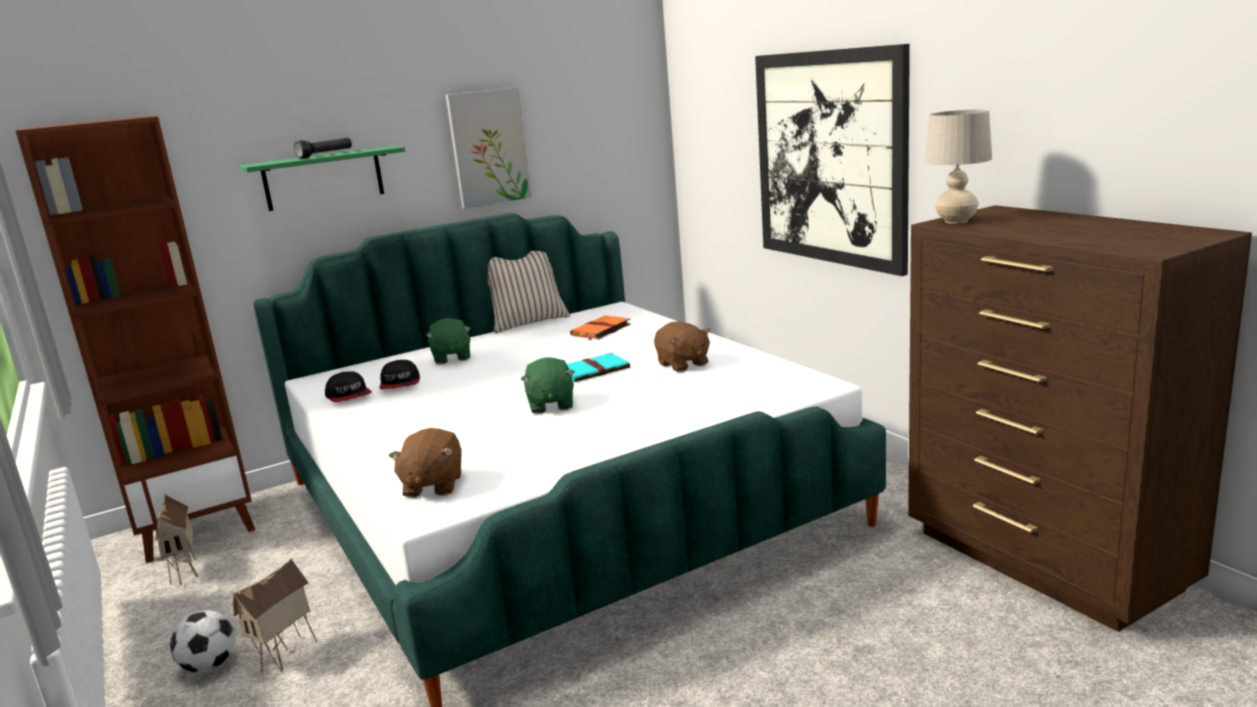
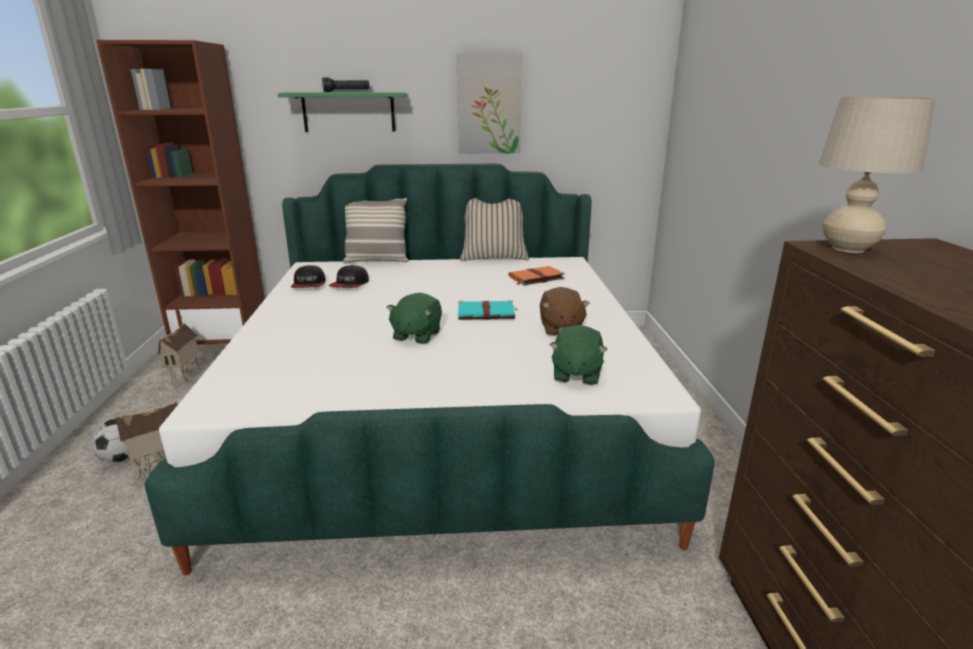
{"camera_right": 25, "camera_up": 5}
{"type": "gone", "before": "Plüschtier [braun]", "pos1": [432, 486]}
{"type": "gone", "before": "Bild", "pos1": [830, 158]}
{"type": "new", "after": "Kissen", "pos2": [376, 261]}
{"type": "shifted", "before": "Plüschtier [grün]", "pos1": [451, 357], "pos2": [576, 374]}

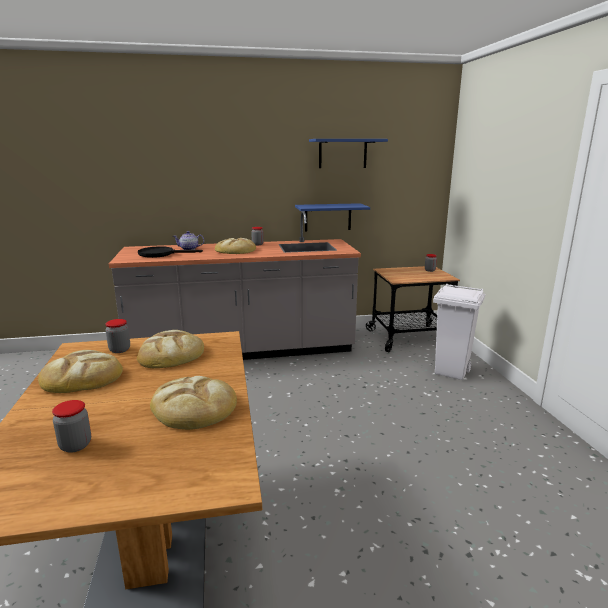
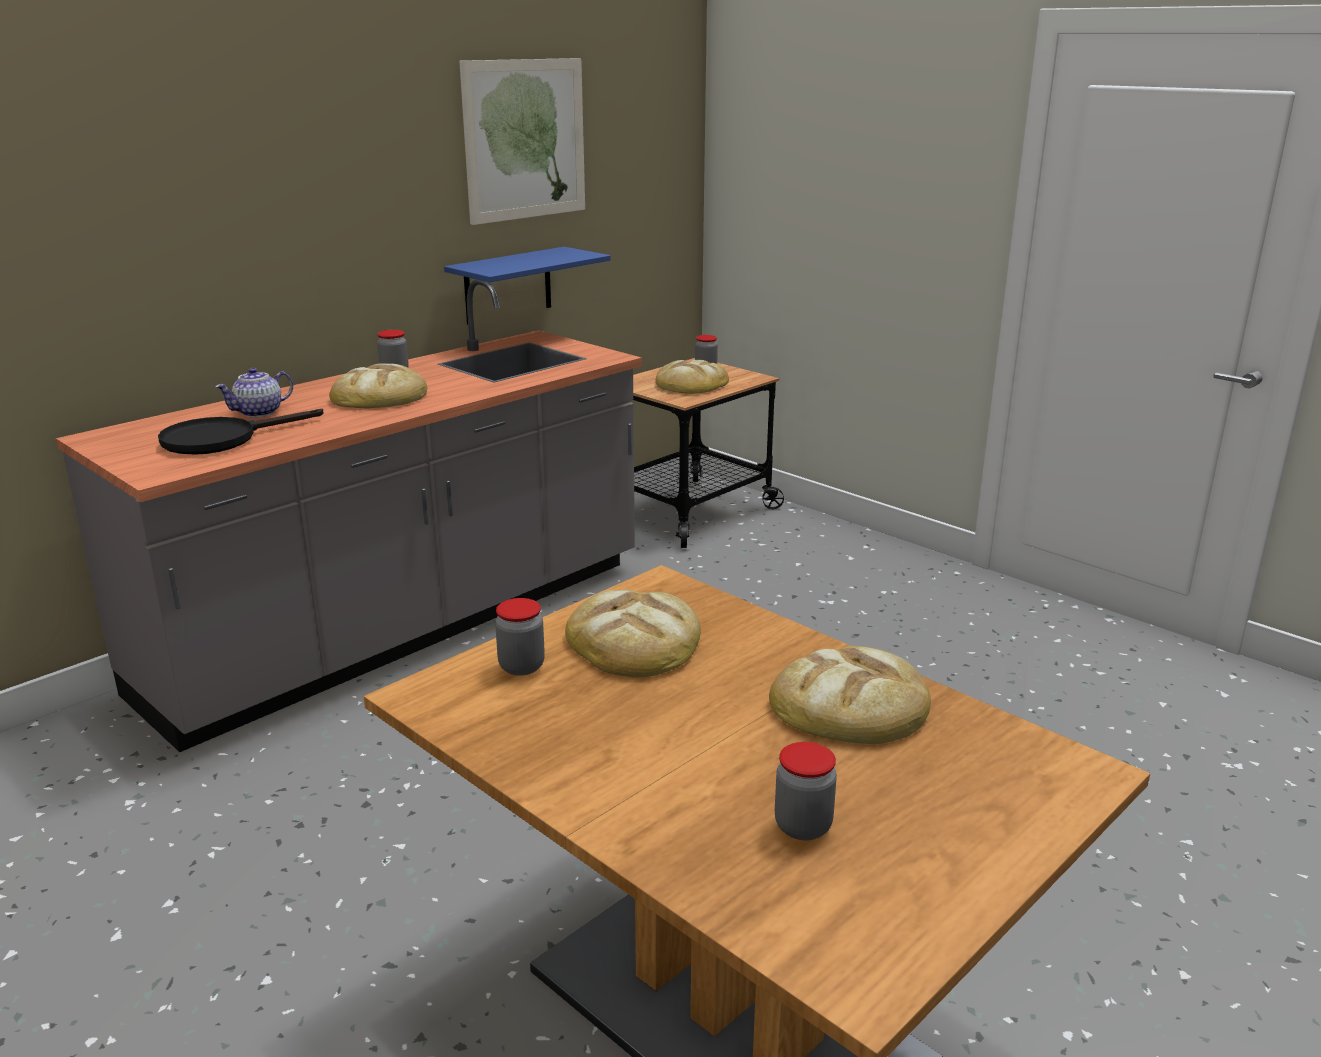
{"camera_right": -35, "camera_up": 5}
{"type": "gone", "before": "Mülleimer [weiß]", "pos1": [451, 372]}
{"type": "shifted", "before": "Brot", "pos1": [82, 377], "pos2": [691, 384]}
{"type": "swapped", "before": "Wandregal [blau]", "after": "Bild", "pos1": [342, 153], "pos2": [525, 140]}

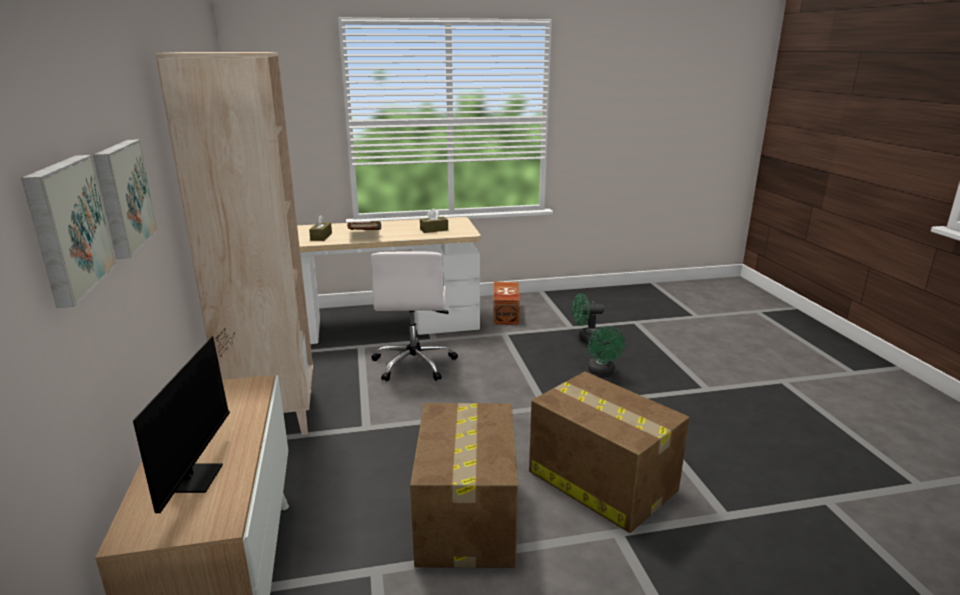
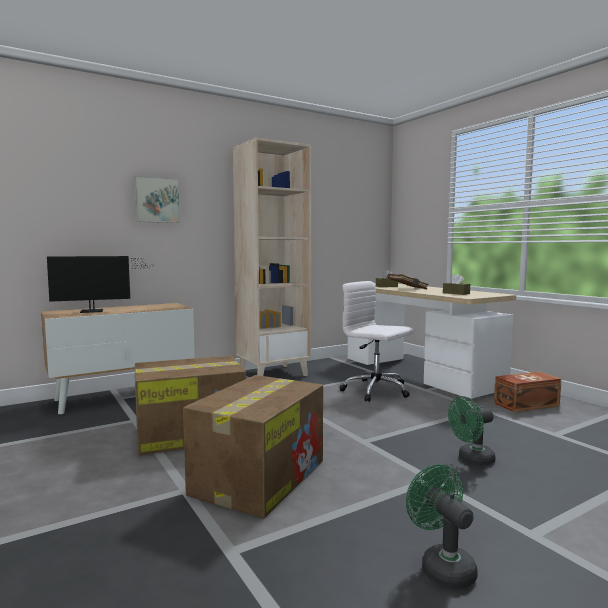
{"camera_right": 70, "camera_up": -15}
{"type": "gone", "before": "Bild", "pos1": [66, 227]}
{"type": "shifted", "before": "Ventilator [grün]", "pos1": [586, 338], "pos2": [442, 566]}
{"type": "rotated", "before": "Bürostuhl [weiß]", "pos1": [414, 364], "pos2": [377, 391], "turn": 60}

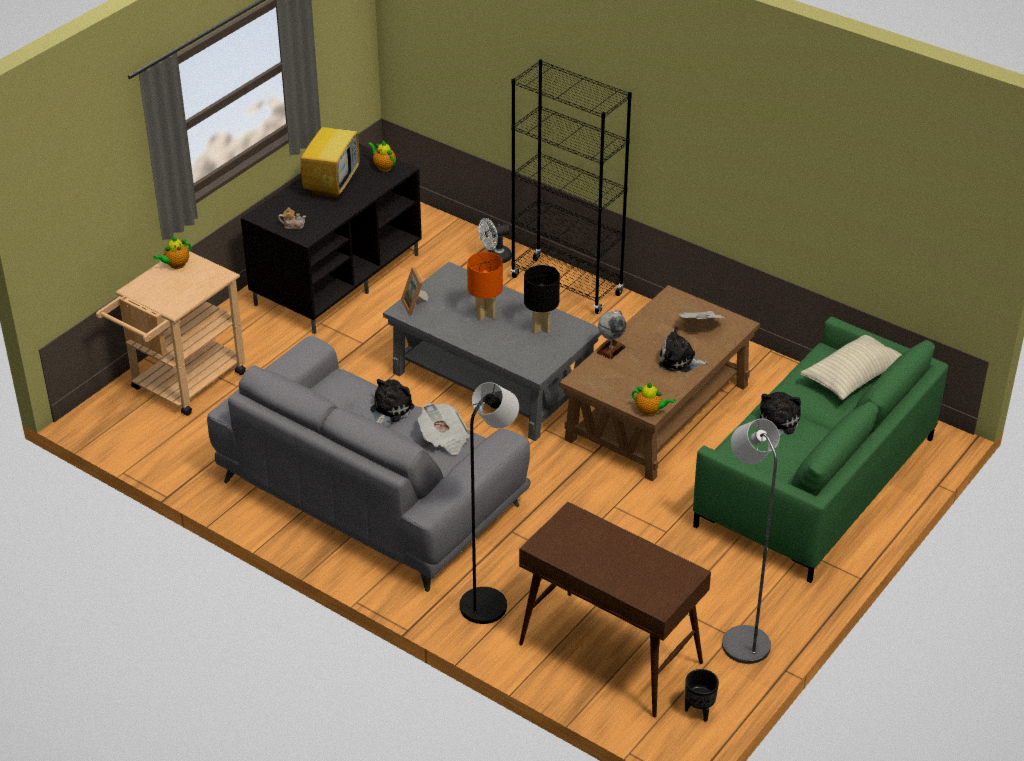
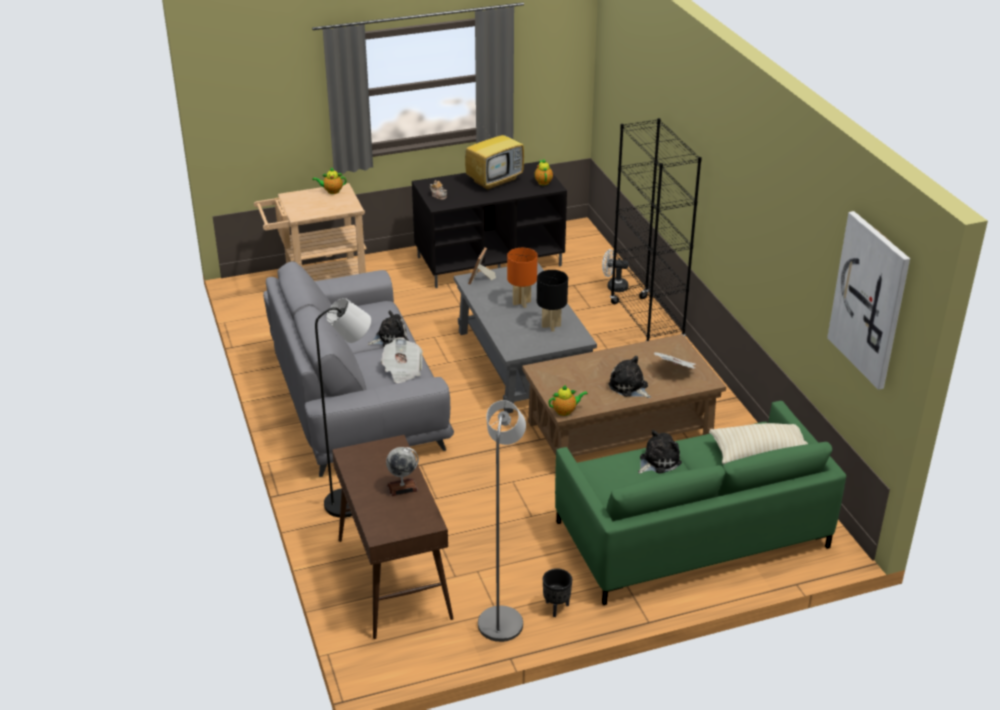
{"camera_right": 35, "camera_up": -5}
{"type": "new", "after": "Bild", "pos2": [869, 299]}
{"type": "shifted", "before": "Globus", "pos1": [611, 349], "pos2": [402, 487]}
{"type": "shifted", "before": "Pflanzkübel [schwarz]", "pos1": [699, 711], "pos2": [556, 608]}
{"type": "rotated", "before": "Teekanne", "pos1": [650, 411], "pos2": [565, 411], "turn": -75}

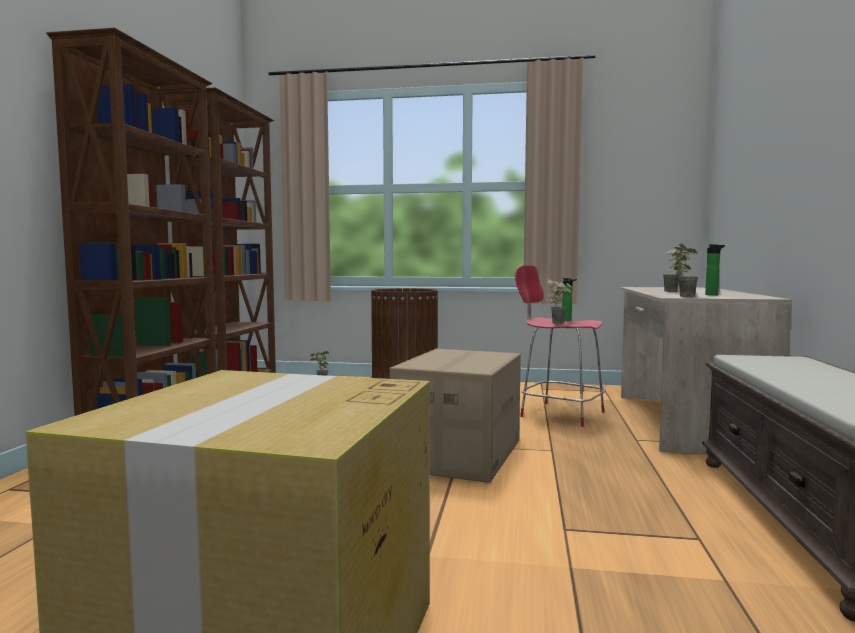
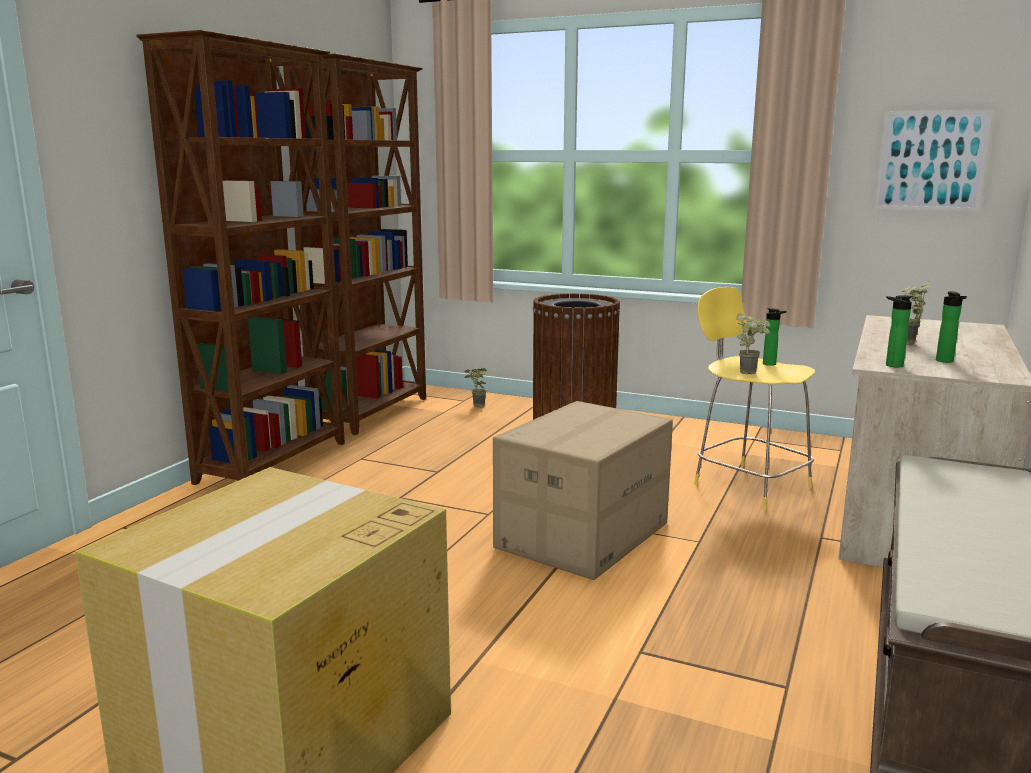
{"camera_right": 15, "camera_up": 10}
{"type": "new", "after": "Bild", "pos2": [931, 161]}
{"type": "swapped", "before": "Topfpflanze", "after": "Flasche", "pos1": [683, 296], "pos2": [891, 365]}
{"type": "repainted", "before": "Hocker [rot]", "after": "Hocker [gelb]", "pos1": [559, 414], "pos2": [748, 484]}

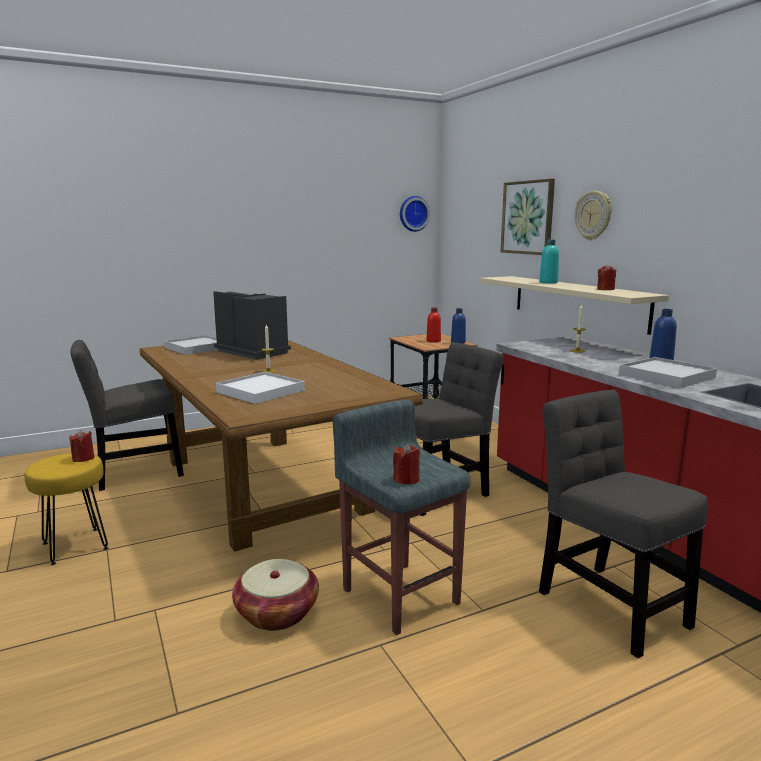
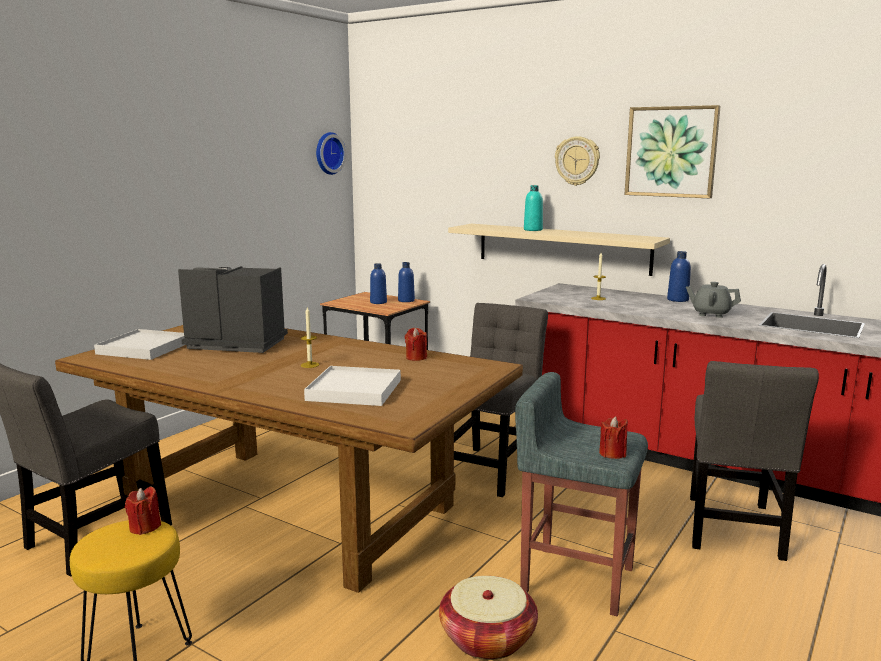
{"camera_right": -30, "camera_up": 0}
{"type": "shifted", "before": "Bild", "pos1": [528, 217], "pos2": [671, 152]}
{"type": "shifted", "before": "Kerze [rot]", "pos1": [605, 289], "pos2": [416, 358]}
{"type": "swapped", "before": "Tablett [weiß]", "after": "Teekanne [grau]", "pos1": [667, 376], "pos2": [711, 314]}
{"type": "repainted", "before": "Flasche [rot]", "after": "Flasche [blau]", "pos1": [433, 341], "pos2": [378, 302]}
{"type": "rotated", "before": "Stuhl [grau]", "pos1": [607, 604], "pos2": [733, 530], "turn": -105}

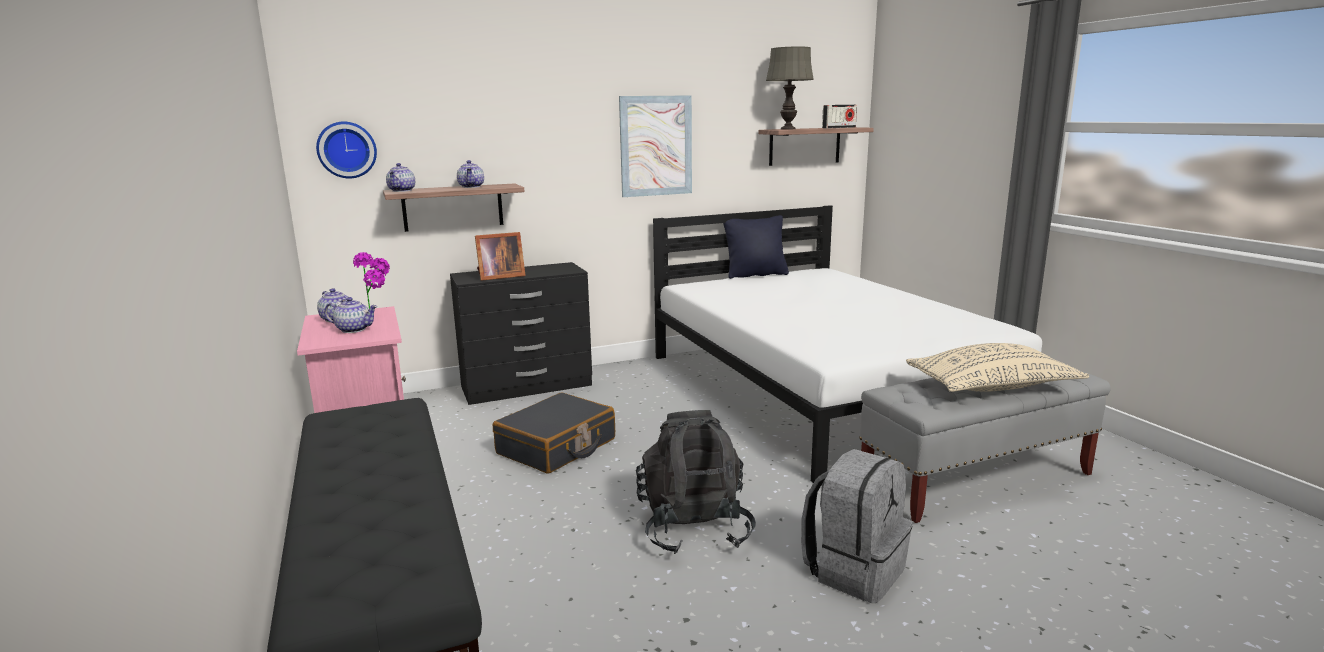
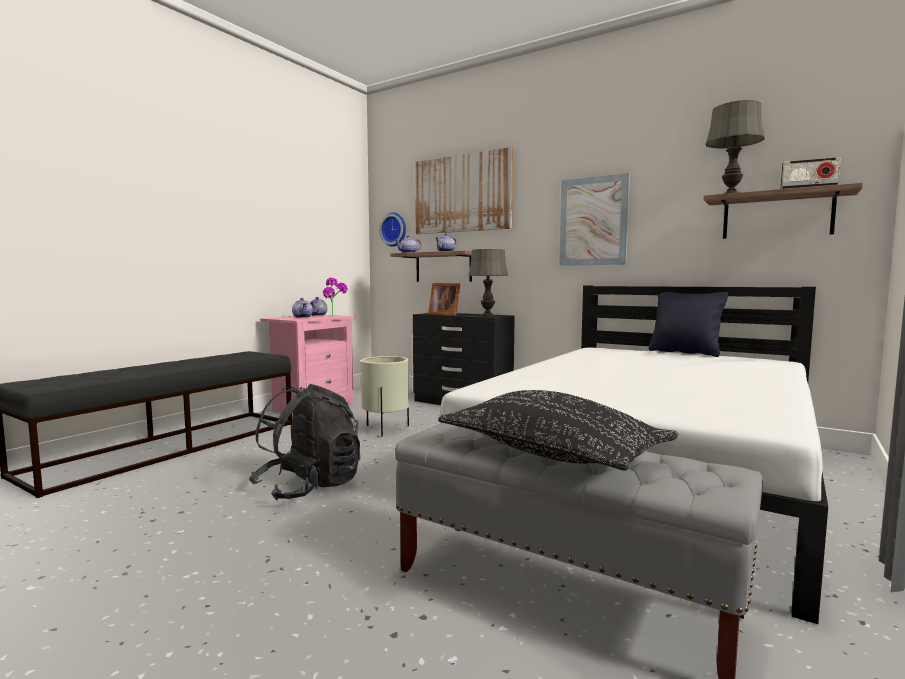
{"camera_right": 55, "camera_up": -10}
{"type": "gone", "before": "Rucksack [grau]", "pos1": [854, 570]}
{"type": "new", "after": "Bild", "pos2": [462, 193]}
{"type": "new", "after": "Tischlampe [grau]", "pos2": [487, 315]}
{"type": "swapped", "before": "Koffer [schwarz]", "after": "Pflanzkübel [beige]", "pos1": [557, 447], "pos2": [386, 429]}
{"type": "repainted", "before": "Kissen [beige]", "after": "Kissen [schwarz]", "pos1": [992, 387], "pos2": [551, 453]}

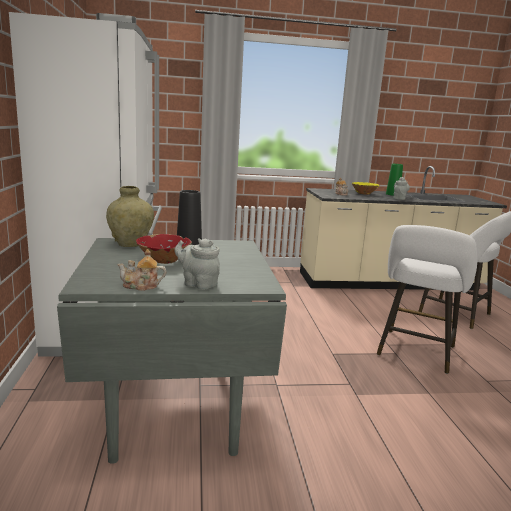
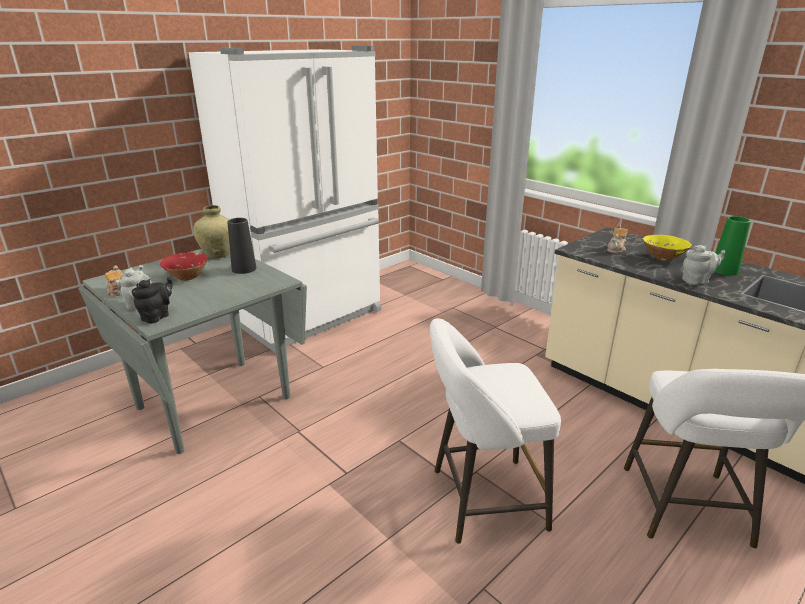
{"camera_right": 55, "camera_up": 10}
{"type": "new", "after": "Teekanne [schwarz]", "pos2": [157, 316]}

